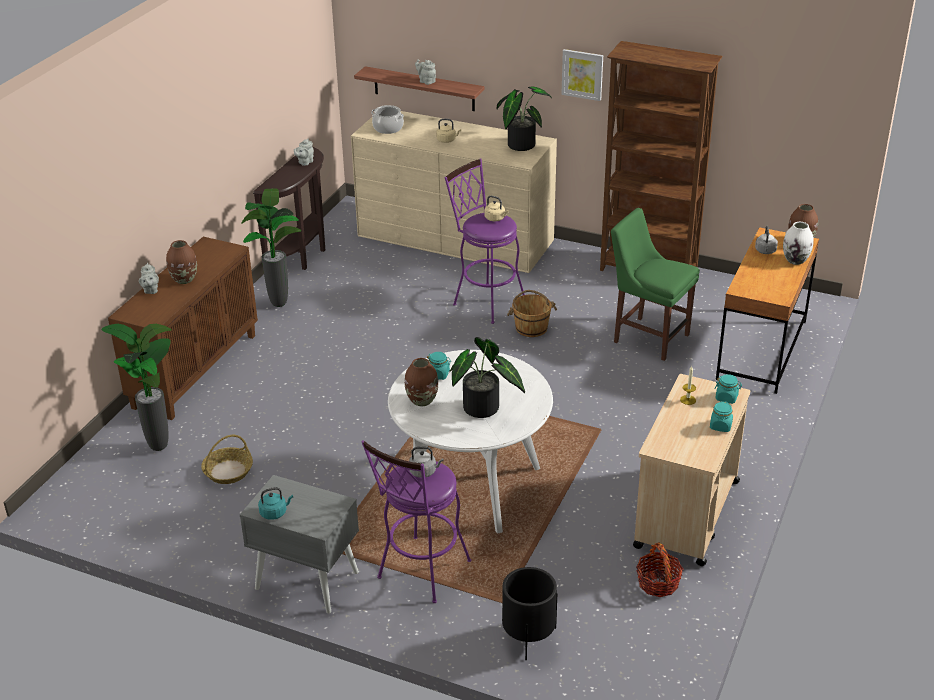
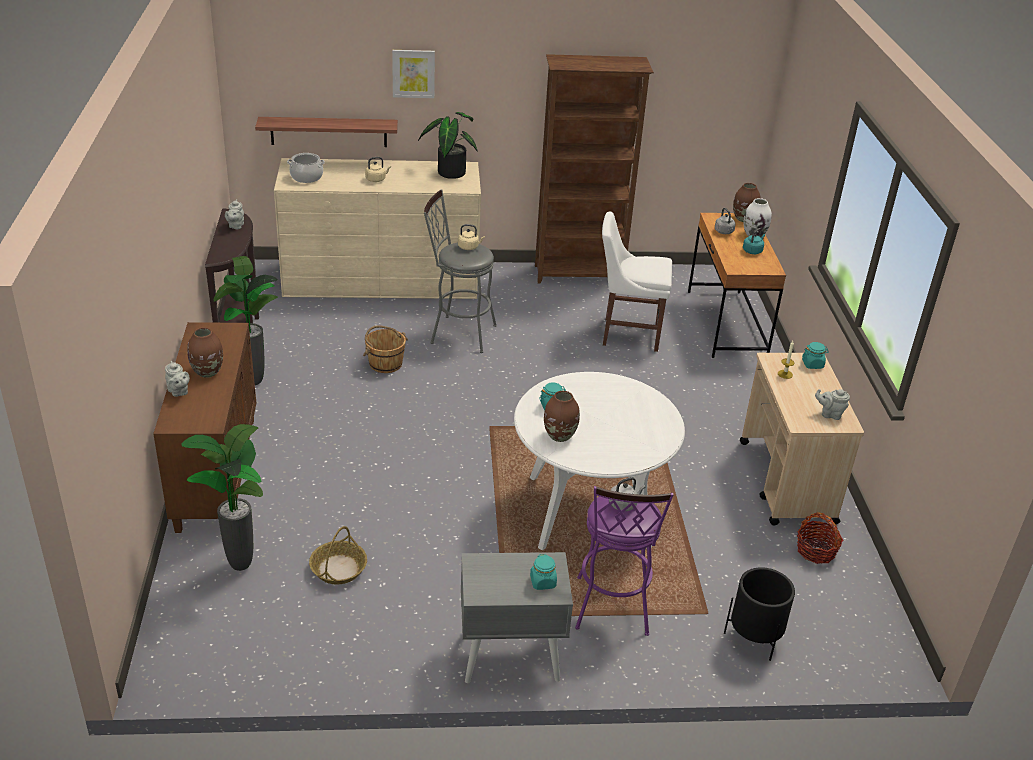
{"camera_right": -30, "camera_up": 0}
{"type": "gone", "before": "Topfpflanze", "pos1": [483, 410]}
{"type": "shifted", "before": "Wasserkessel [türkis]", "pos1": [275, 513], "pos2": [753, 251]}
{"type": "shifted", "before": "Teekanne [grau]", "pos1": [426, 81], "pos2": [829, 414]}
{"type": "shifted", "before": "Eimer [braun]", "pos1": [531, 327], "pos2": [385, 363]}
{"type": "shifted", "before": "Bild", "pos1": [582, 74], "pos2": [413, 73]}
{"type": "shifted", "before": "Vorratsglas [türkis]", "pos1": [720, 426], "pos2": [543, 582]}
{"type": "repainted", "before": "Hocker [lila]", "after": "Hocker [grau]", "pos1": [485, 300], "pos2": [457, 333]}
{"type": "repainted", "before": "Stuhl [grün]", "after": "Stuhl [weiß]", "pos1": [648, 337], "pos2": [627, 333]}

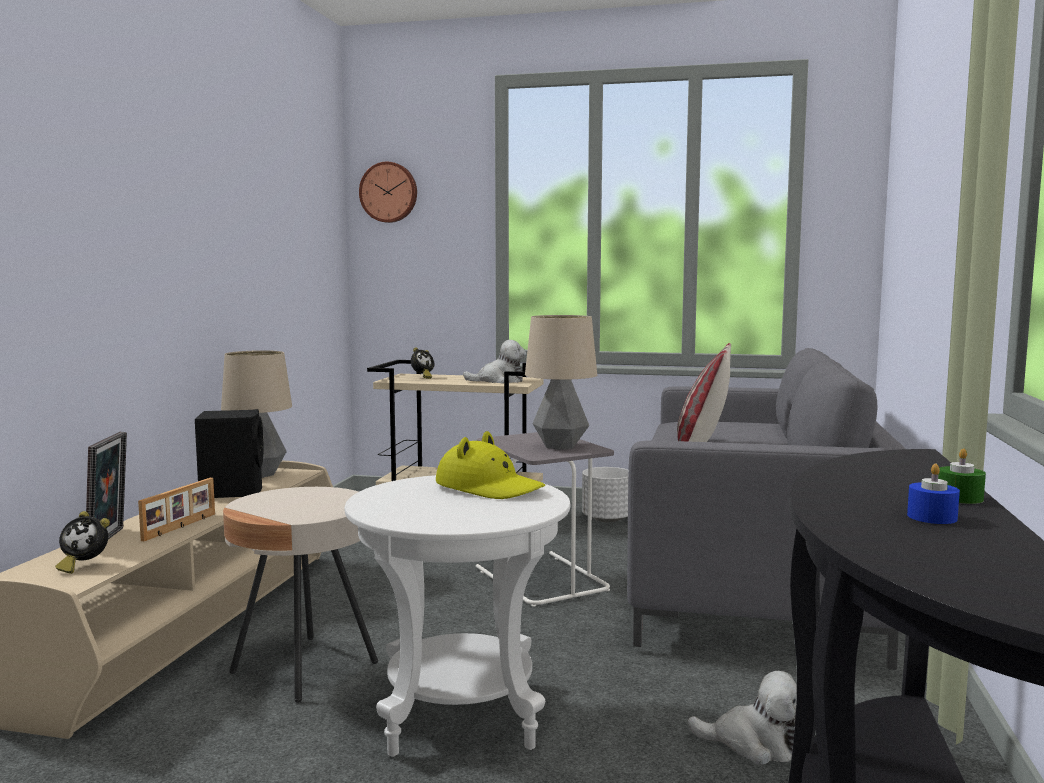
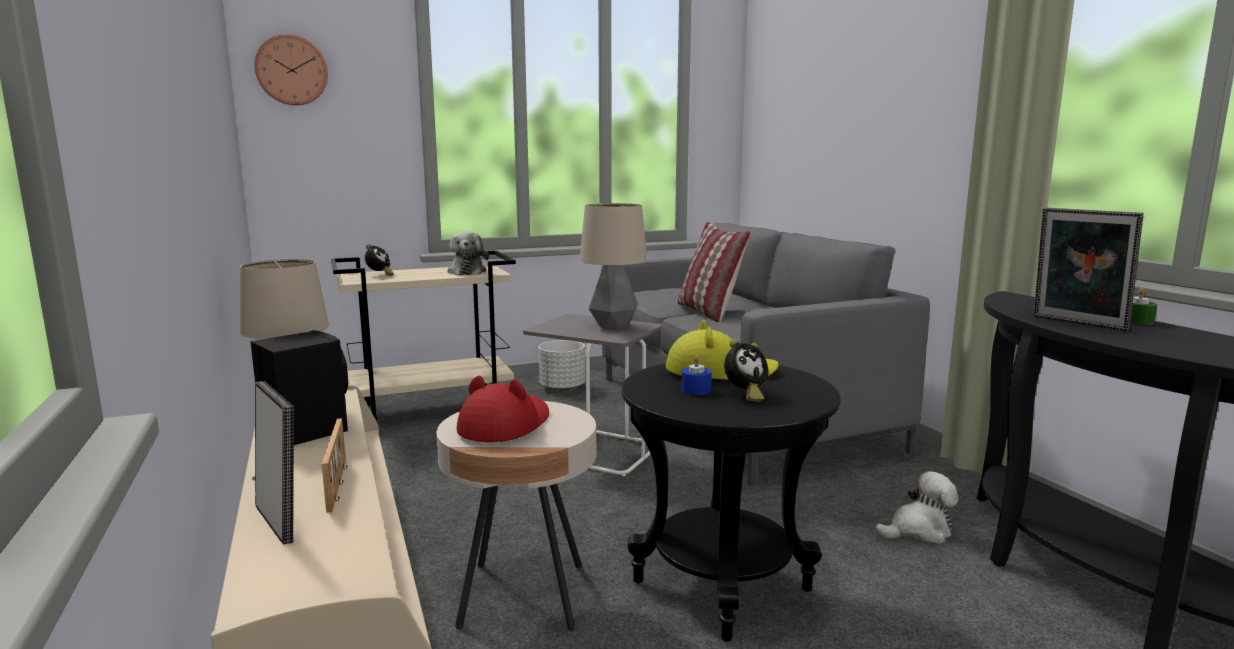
{"camera_right": -35, "camera_up": 5}
{"type": "new", "after": "Hut [rot]", "pos2": [505, 425]}
{"type": "new", "after": "Bilderrahmen", "pos2": [1076, 324]}
{"type": "shifted", "before": "Wecker", "pos1": [83, 566], "pos2": [744, 395]}
{"type": "shifted", "before": "Kerze [blau]", "pos1": [932, 517], "pos2": [696, 390]}
{"type": "repainted", "before": "Beistelltisch [weiß]", "after": "Beistelltisch [schwarz]", "pos1": [460, 717], "pos2": [721, 586]}
{"type": "rotated", "before": "Plüschtier", "pos1": [499, 381], "pos2": [467, 271], "turn": 120}

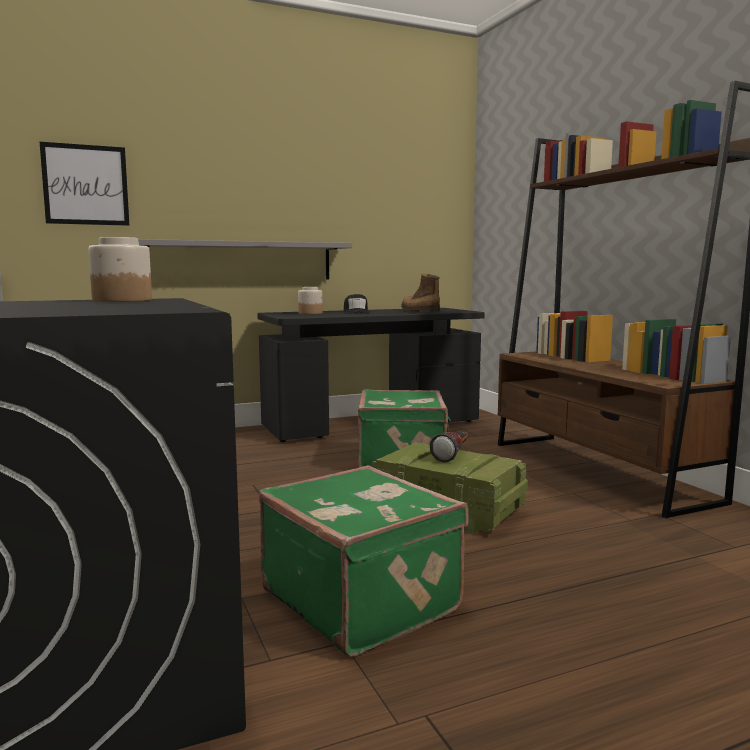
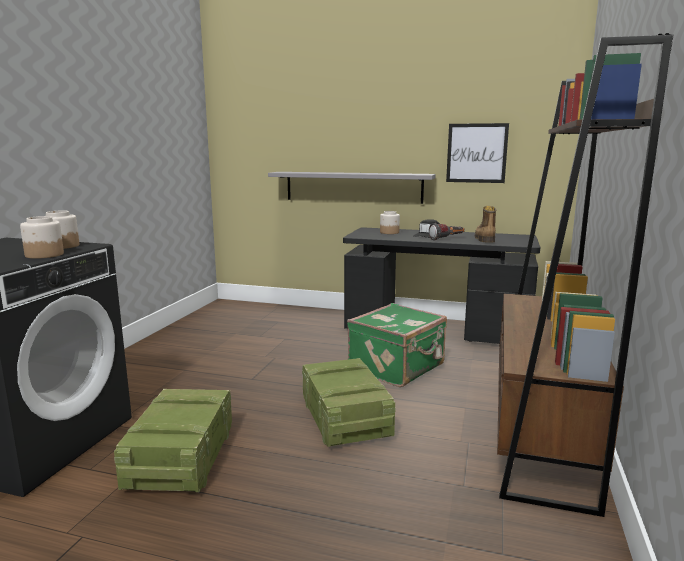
{"camera_right": 40, "camera_up": 5}
{"type": "new", "after": "Vorratsglas", "pos2": [44, 255]}
{"type": "shifted", "before": "Bild", "pos1": [85, 185], "pos2": [476, 153]}
{"type": "shifted", "before": "Taschenlampe", "pos1": [453, 455], "pos2": [447, 239]}
{"type": "swapped", "before": "Koffer [grün]", "after": "Kiste", "pos1": [362, 599], "pos2": [182, 457]}

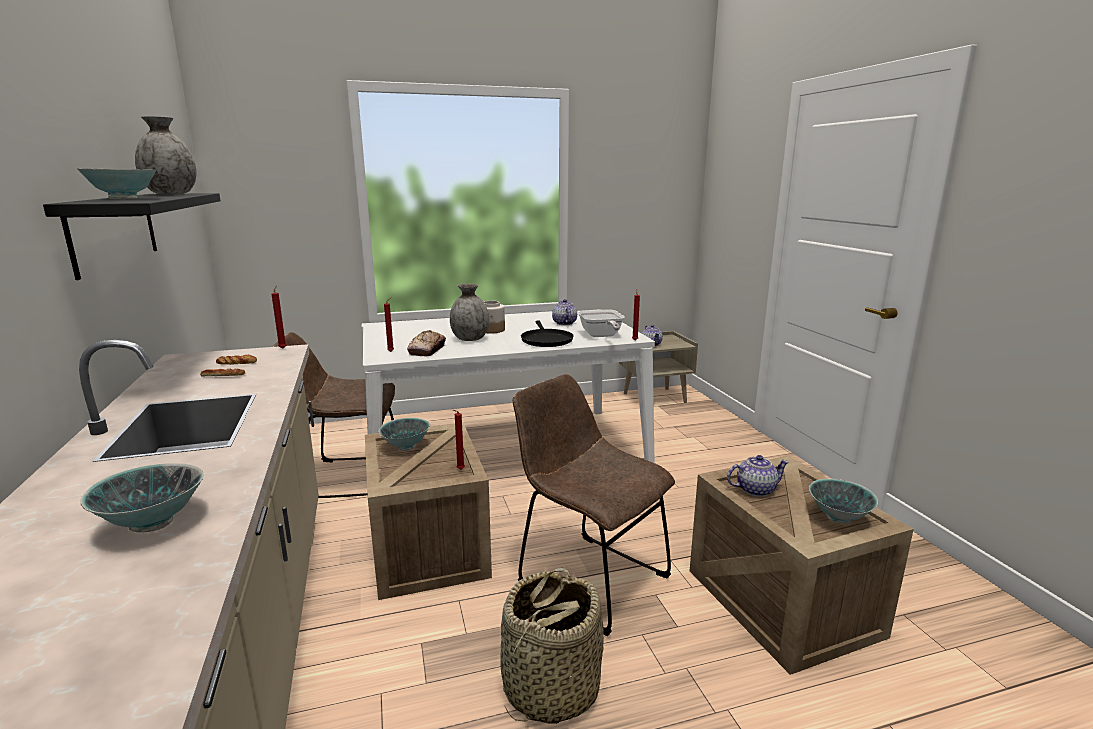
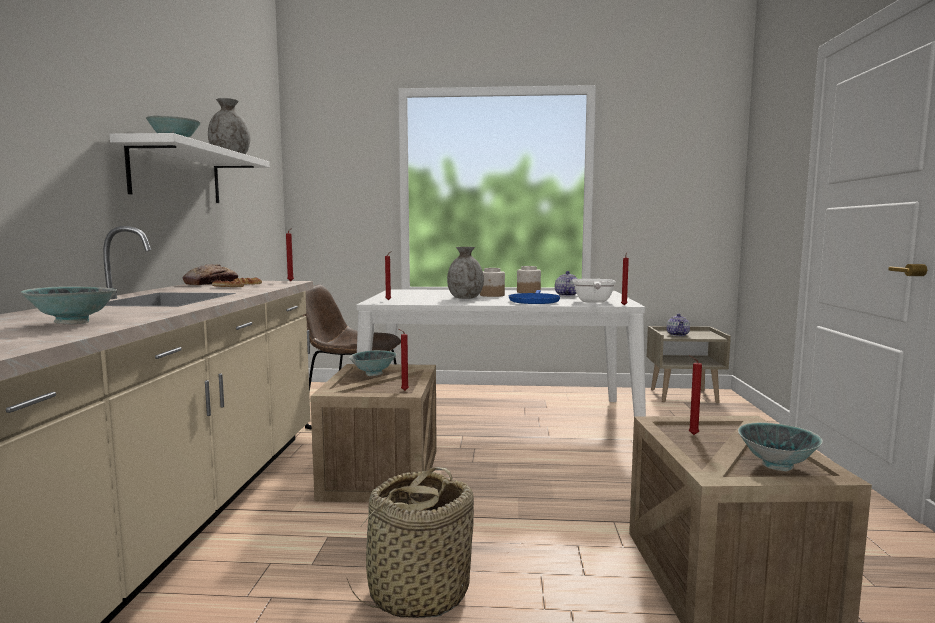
{"camera_right": 20, "camera_up": -10}
{"type": "gone", "before": "Stuhl [braun]", "pos1": [587, 578]}
{"type": "new", "after": "Vorratsglas", "pos2": [528, 292]}
{"type": "shifted", "before": "Brot", "pos1": [427, 350], "pos2": [211, 283]}
{"type": "swapped", "before": "Teekanne", "after": "Kerze [rot]", "pos1": [755, 489], "pos2": [691, 434]}
{"type": "repainted", "before": "Wandregal [schwarz]", "after": "Wandregal [weiß]", "pos1": [114, 231], "pos2": [177, 174]}
{"type": "repainted", "before": "Pfanne [schwarz]", "after": "Pfanne [blau]", "pos1": [546, 340], "pos2": [534, 301]}

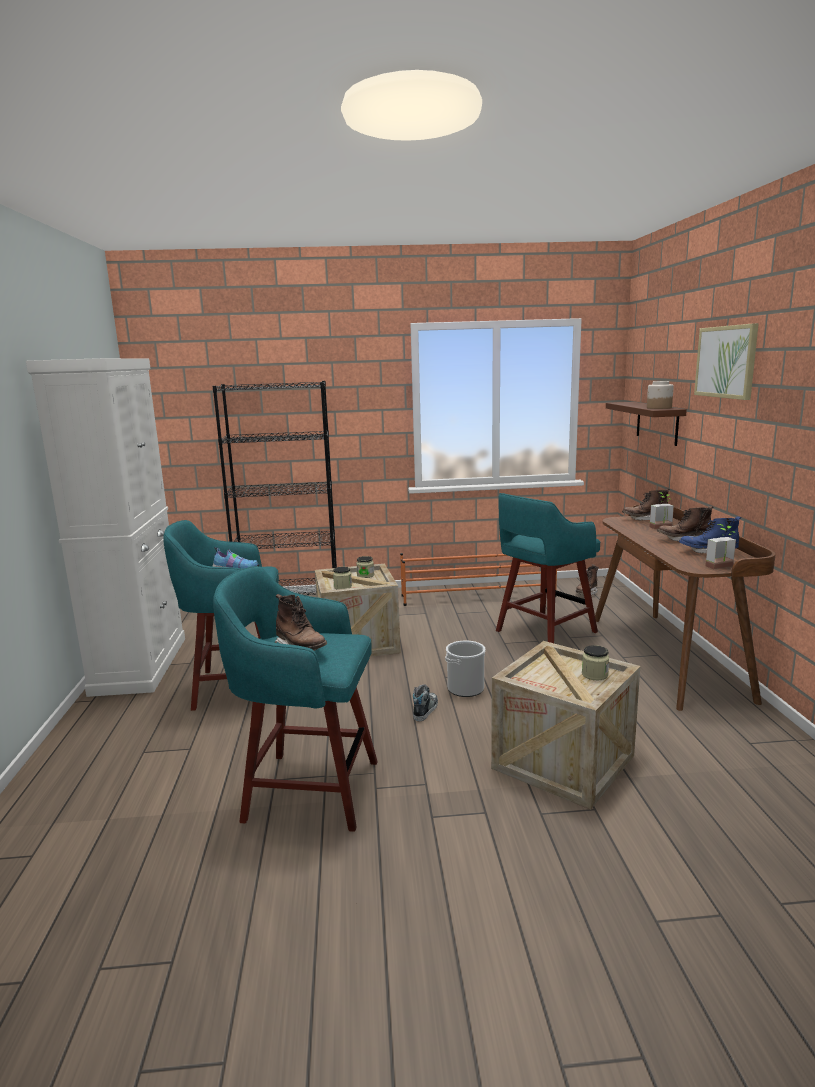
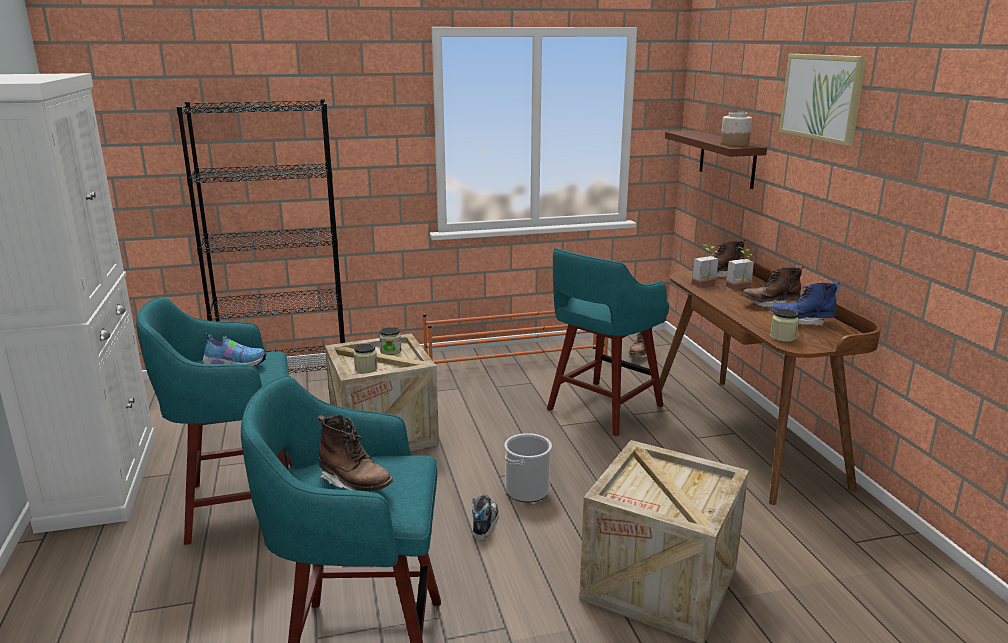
{"camera_right": -10, "camera_up": 5}
{"type": "shifted", "before": "Vorratsglas", "pos1": [594, 674], "pos2": [783, 337]}
{"type": "shifted", "before": "Topfpflanze", "pos1": [722, 567], "pos2": [707, 285]}

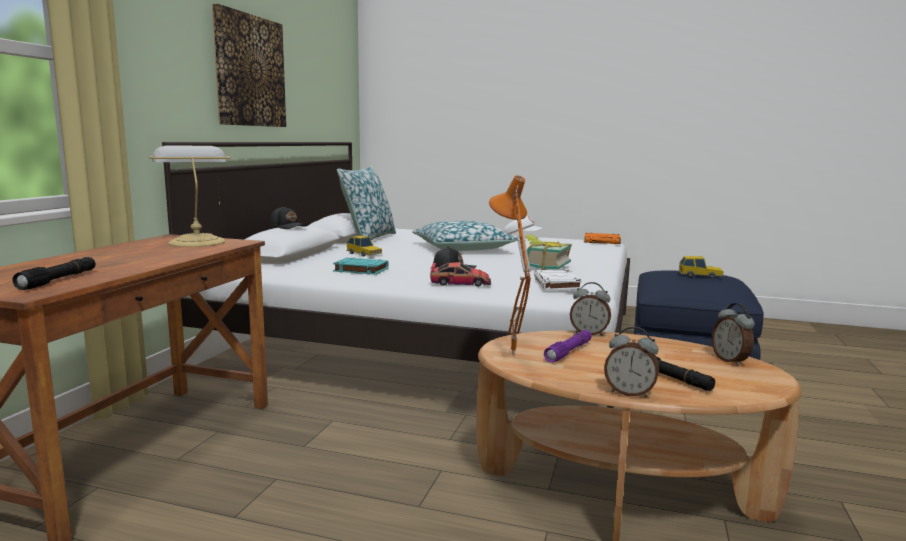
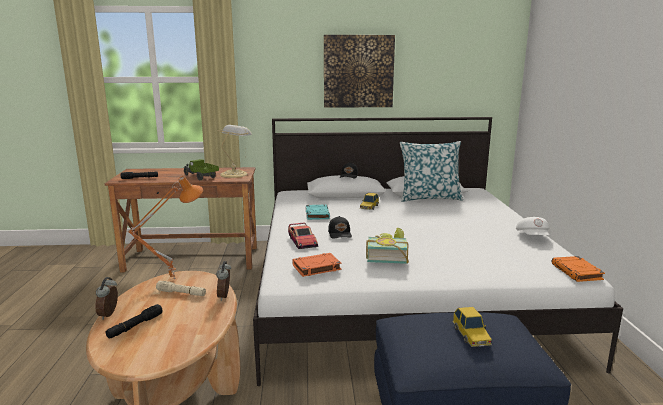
{"camera_right": 70, "camera_up": 5}
{"type": "gone", "before": "Kissen", "pos1": [462, 248]}
{"type": "gone", "before": "Wecker", "pos1": [730, 360]}
{"type": "new", "after": "Spielzeuglaster", "pos2": [200, 177]}
{"type": "repainted", "before": "Buch [weiß]", "after": "Buch [orange]", "pos1": [557, 285], "pos2": [316, 268]}
{"type": "repainted", "before": "Taschenlampe [lila]", "after": "Taschenlampe [beige]", "pos1": [569, 352], "pos2": [181, 293]}

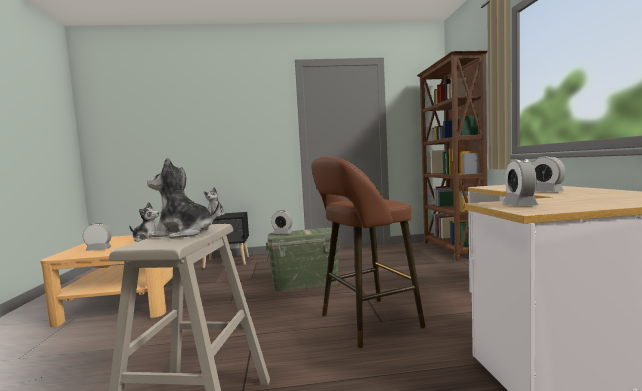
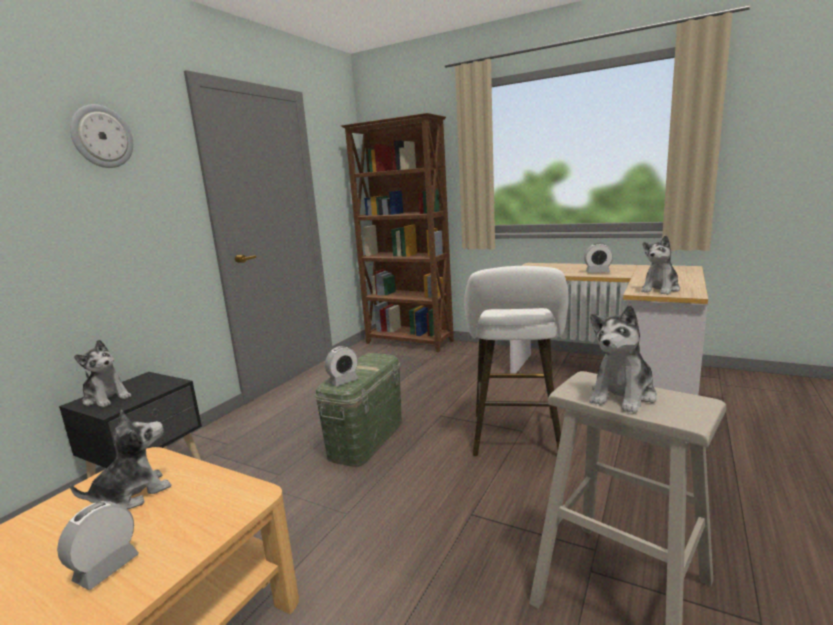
{"camera_right": -55, "camera_up": 10}
{"type": "new", "after": "Wanduhr", "pos2": [102, 137]}
{"type": "swapped", "before": "Wecker", "after": "Plüschtier", "pos1": [519, 205], "pos2": [660, 289]}
{"type": "repainted", "before": "Hocker [braun]", "after": "Hocker [weiß]", "pos1": [365, 322], "pos2": [516, 439]}

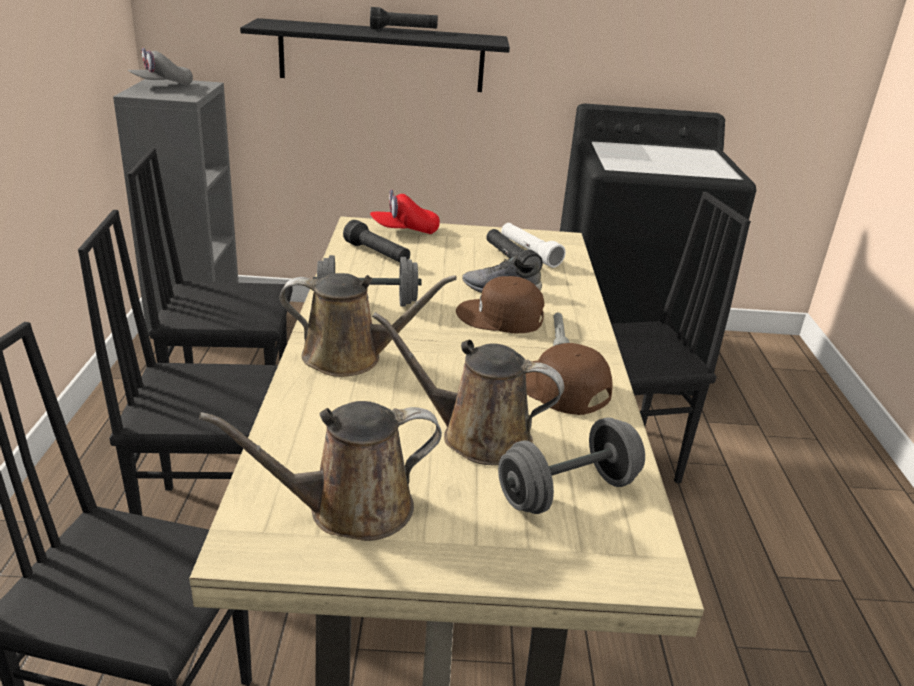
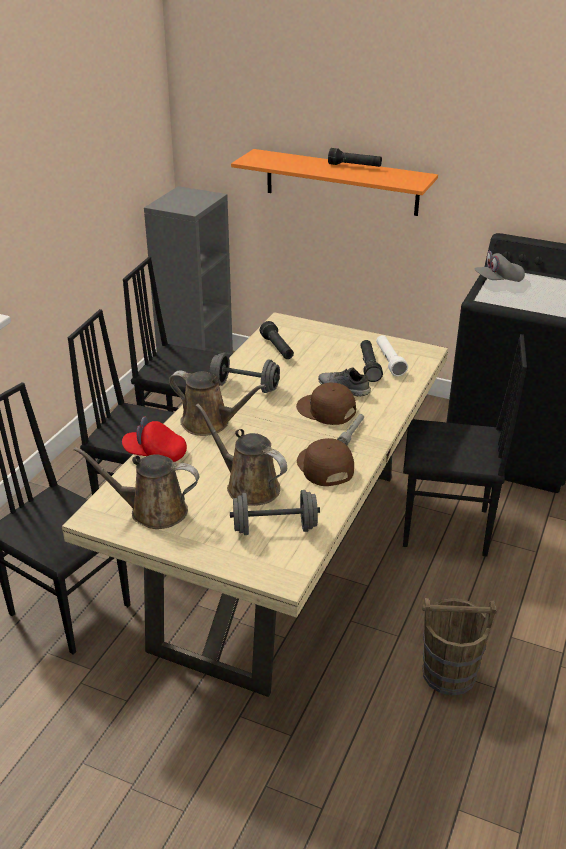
{"camera_right": 25, "camera_up": 5}
{"type": "new", "after": "Eimer [braun]", "pos2": [449, 674]}
{"type": "shifted", "before": "Kappe [grau]", "pos1": [162, 86], "pos2": [498, 280]}
{"type": "shifted", "before": "Kappe [rot]", "pos1": [404, 231], "pos2": [155, 454]}
{"type": "repainted", "before": "Wandregal [schwarz]", "after": "Wandregal [orange]", "pos1": [381, 56], "pos2": [341, 182]}

